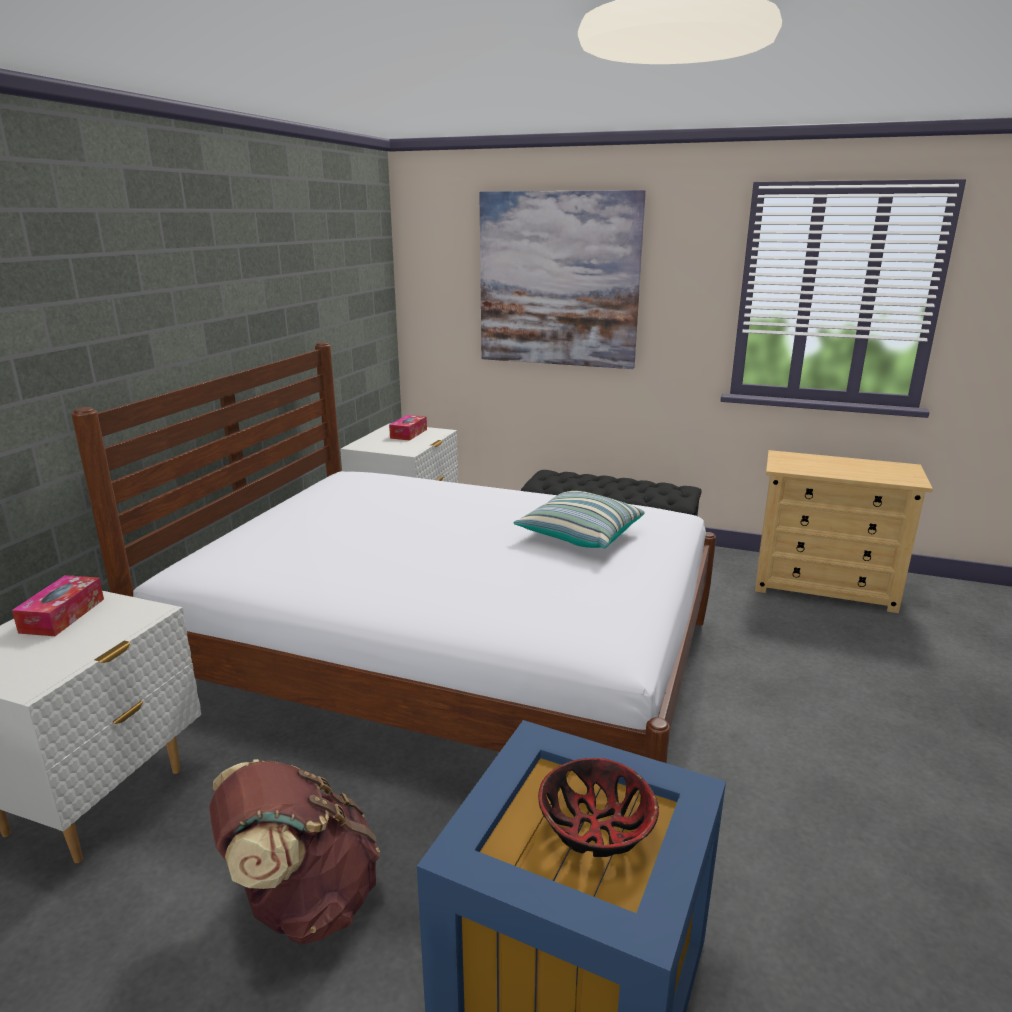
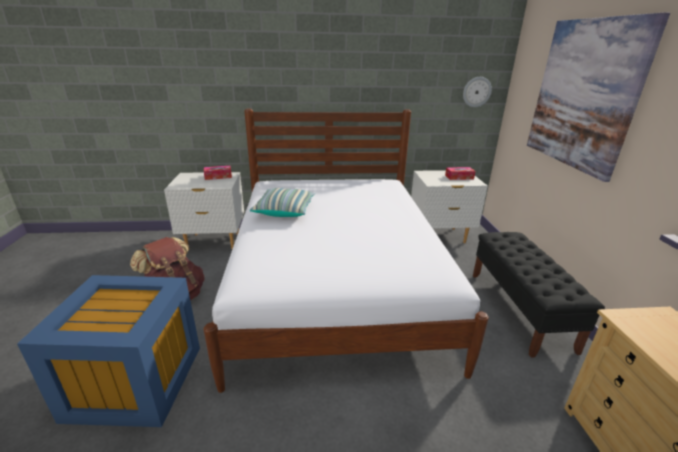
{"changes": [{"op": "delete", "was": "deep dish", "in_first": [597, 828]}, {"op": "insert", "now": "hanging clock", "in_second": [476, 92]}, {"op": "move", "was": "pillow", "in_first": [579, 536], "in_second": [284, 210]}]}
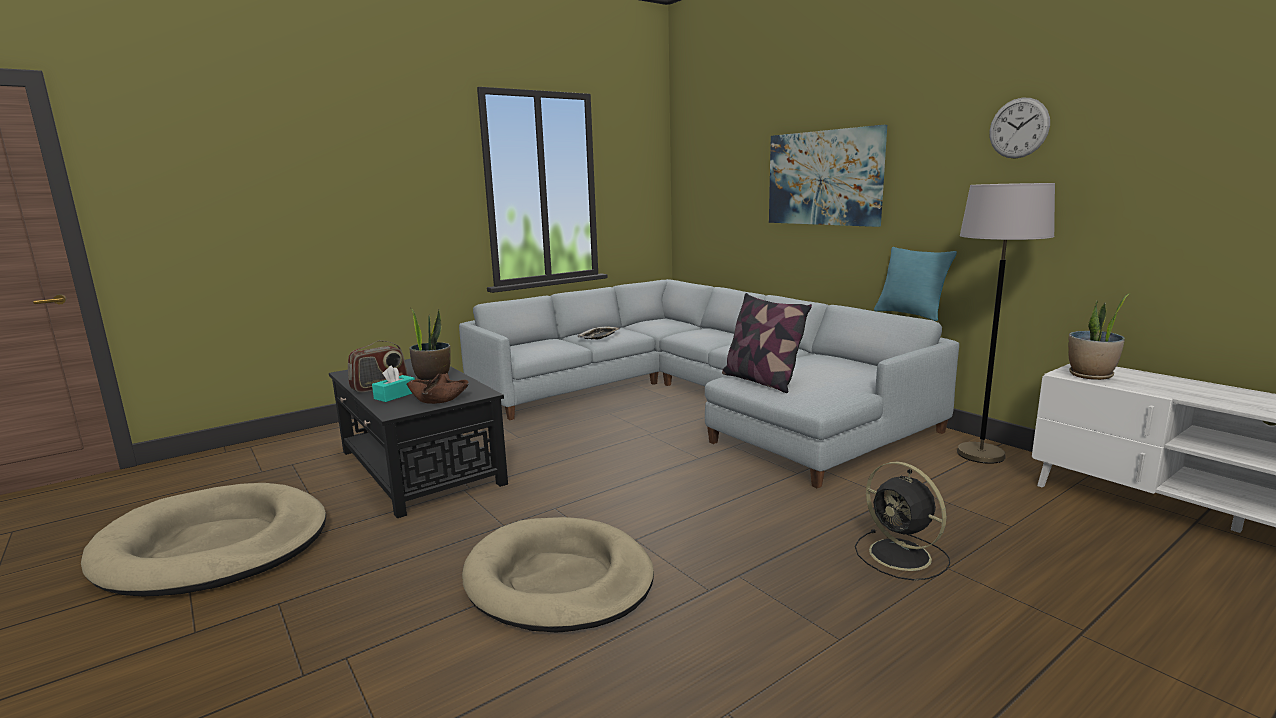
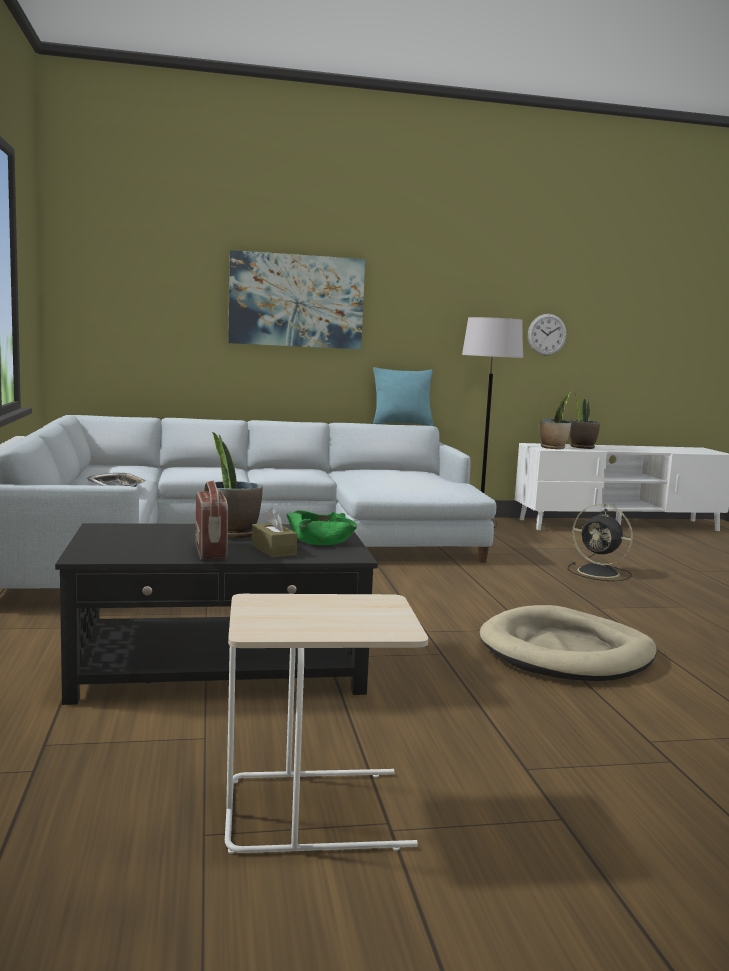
{"changes": [{"op": "delete", "was": "pillow", "in_first": [761, 381]}, {"op": "insert", "now": "potted plant", "in_second": [582, 447]}, {"op": "move", "was": "hanging clock", "in_first": [1018, 128], "in_second": [547, 334]}, {"op": "replace", "was": "beige dog bed", "now": "beige side table", "in_first": [215, 546], "in_second": [319, 810]}, {"op": "recolor", "was": "turquoise tissue box", "now": "brown tissue box", "in_first": [395, 395], "in_second": [273, 550]}, {"op": "recolor", "was": "brown deep dish", "now": "green-coloured deep dish", "in_first": [439, 398], "in_second": [321, 539]}, {"op": "rotate", "was": "blackish electric fan", "in_first": [902, 556], "in_second": [600, 572], "clockwise": 45}]}
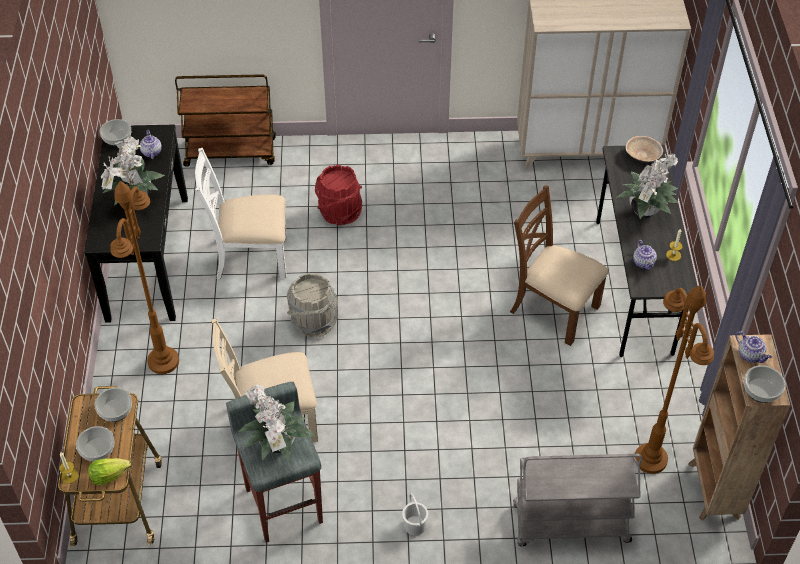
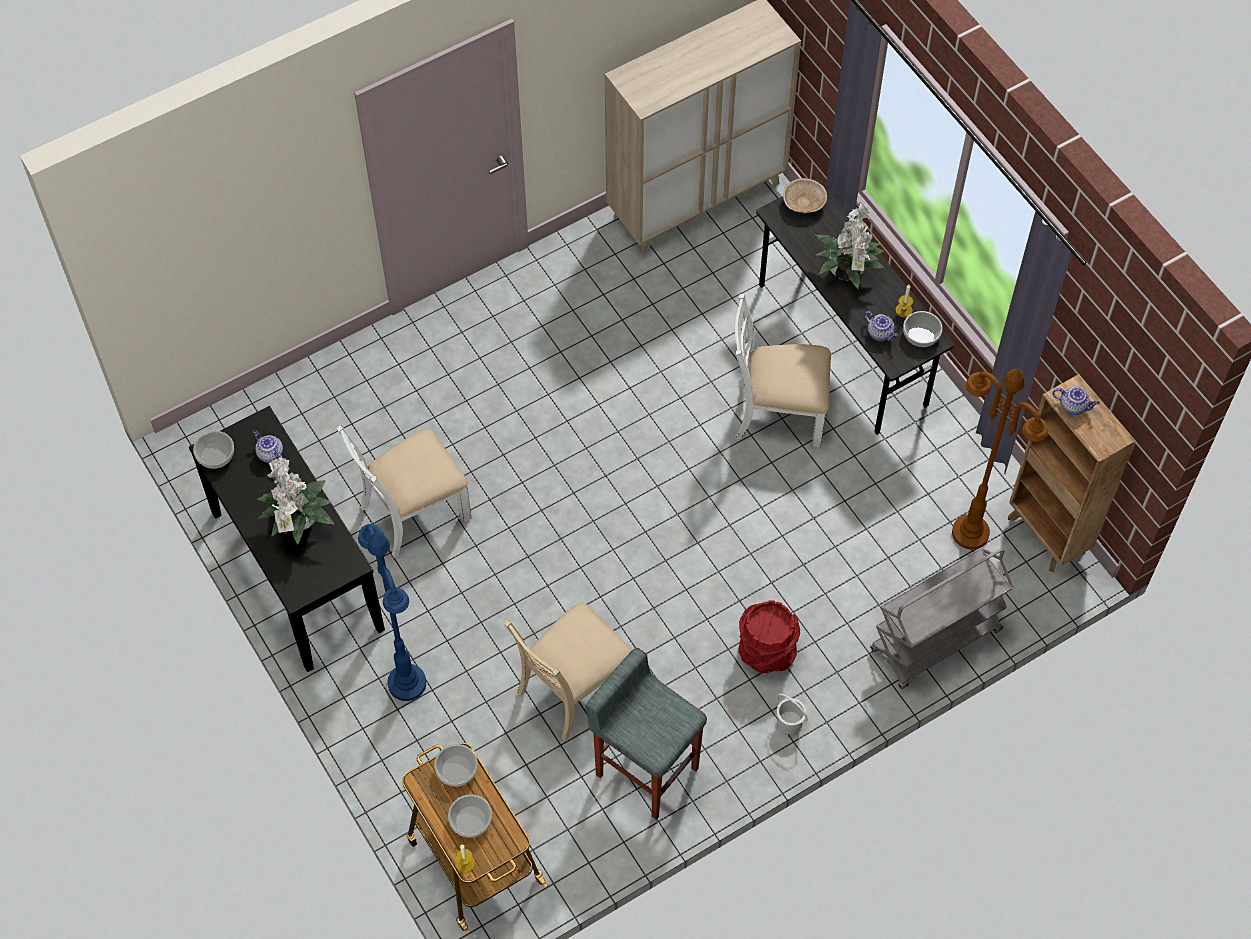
{"changes": [{"op": "delete", "was": "head of lettuce", "in_first": [109, 476]}, {"op": "delete", "was": "brown cart", "in_first": [231, 152]}, {"op": "delete", "was": "potted plant", "in_first": [277, 447]}, {"op": "delete", "was": "greyish bucket", "in_first": [313, 322]}, {"op": "move", "was": "red-coloured bucket", "in_first": [339, 212], "in_second": [766, 652]}, {"op": "move", "was": "deep dish", "in_first": [761, 390], "in_second": [921, 335]}, {"op": "recolor", "was": "brown standing lamp", "now": "blue standing lamp", "in_first": [163, 361], "in_second": [406, 683]}, {"op": "recolor", "was": "brown chair", "now": "whitish chair", "in_first": [553, 308], "in_second": [777, 412]}]}
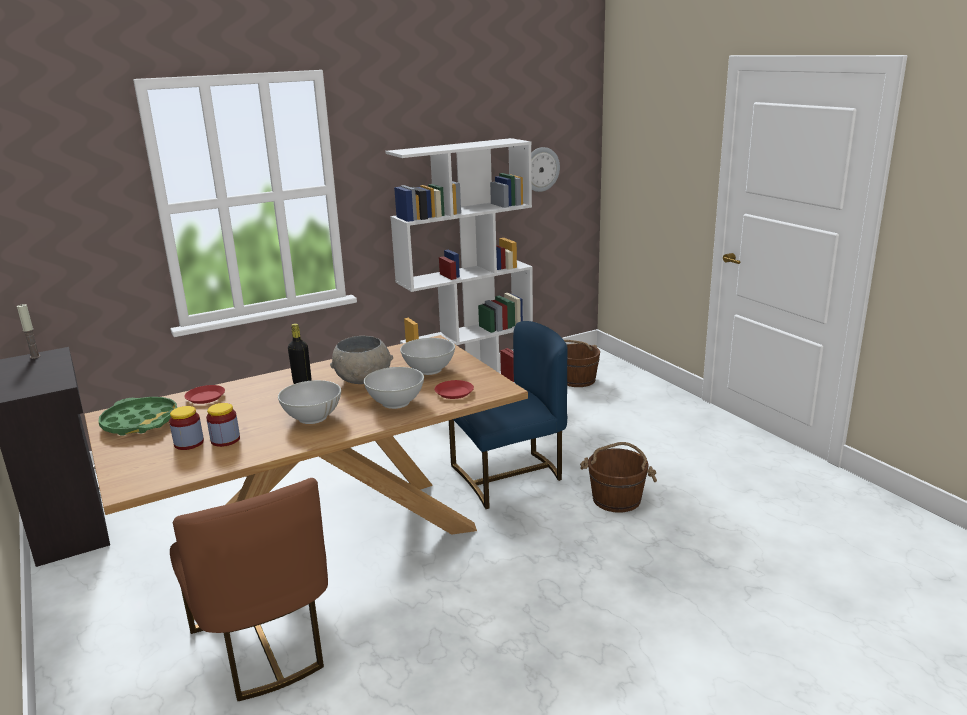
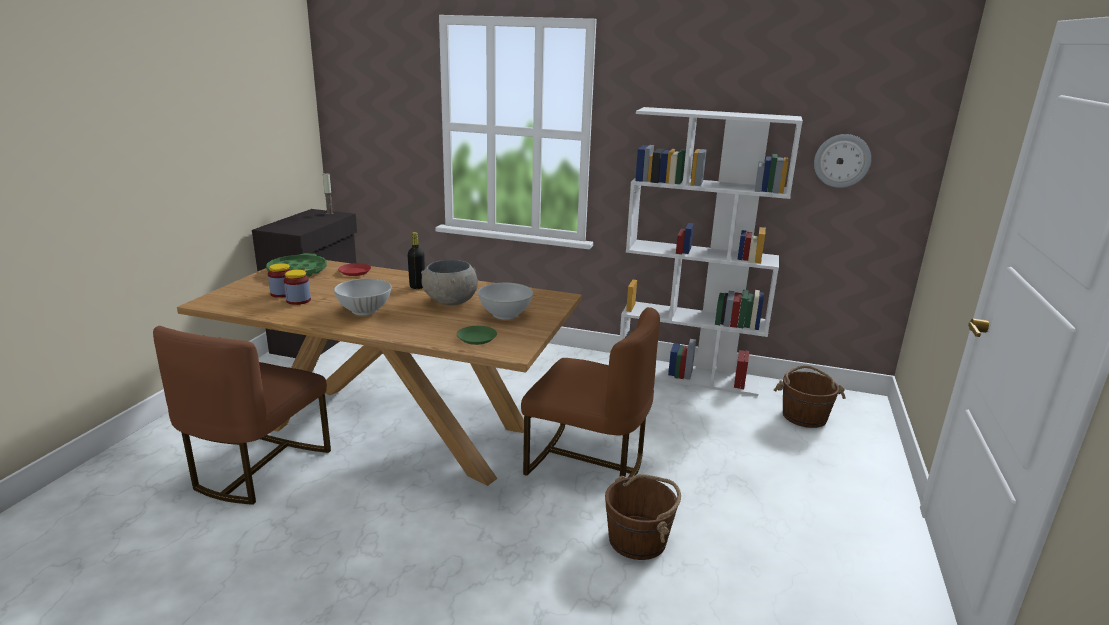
{"changes": [{"op": "delete", "was": "whitish deep dish", "in_first": [395, 403]}, {"op": "recolor", "was": "red-coloured dinner plate", "now": "green-coloured dinner plate", "in_first": [454, 392], "in_second": [476, 338]}, {"op": "recolor", "was": "blue chair", "now": "brown chair", "in_first": [509, 476], "in_second": [587, 461]}]}
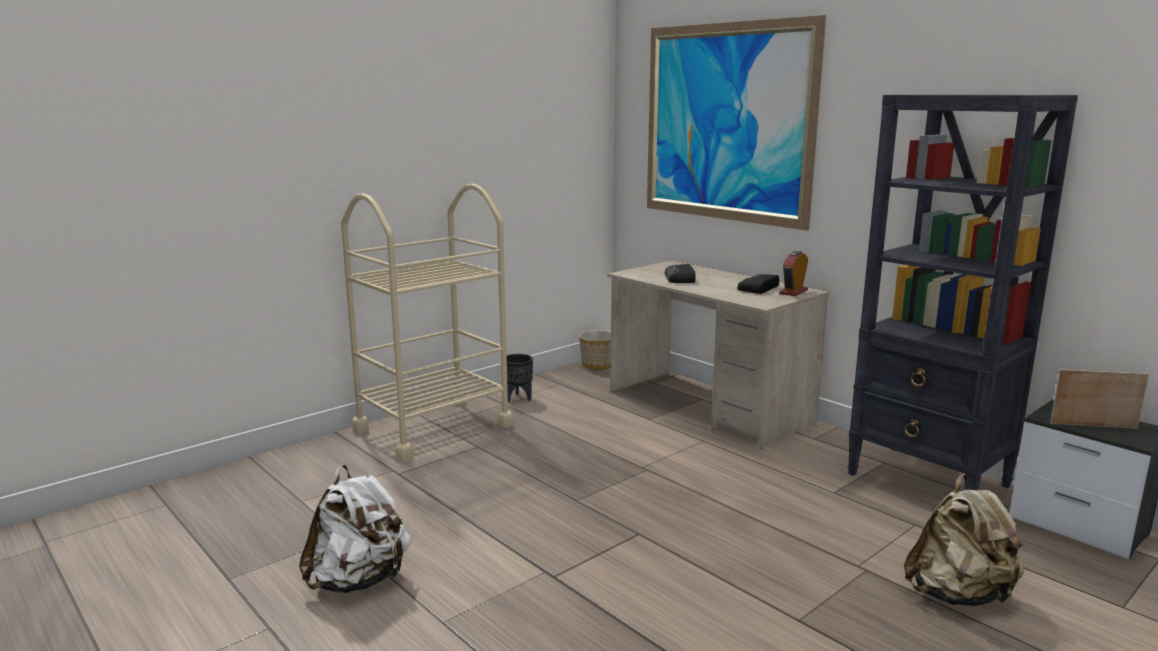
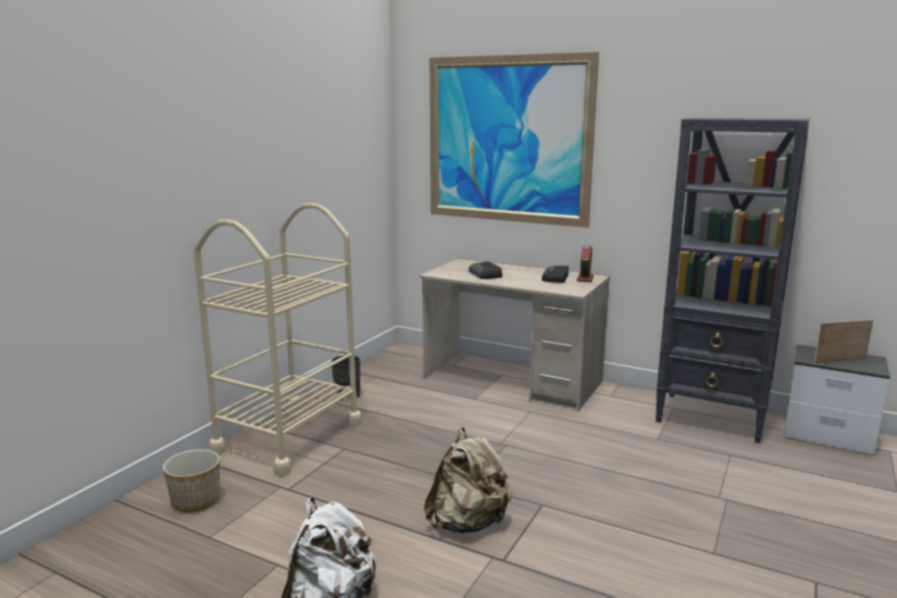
{"changes": [{"op": "move", "was": "flower pot", "in_first": [597, 364], "in_second": [196, 500]}, {"op": "move", "was": "beige knapsack", "in_first": [958, 595], "in_second": [468, 523]}]}
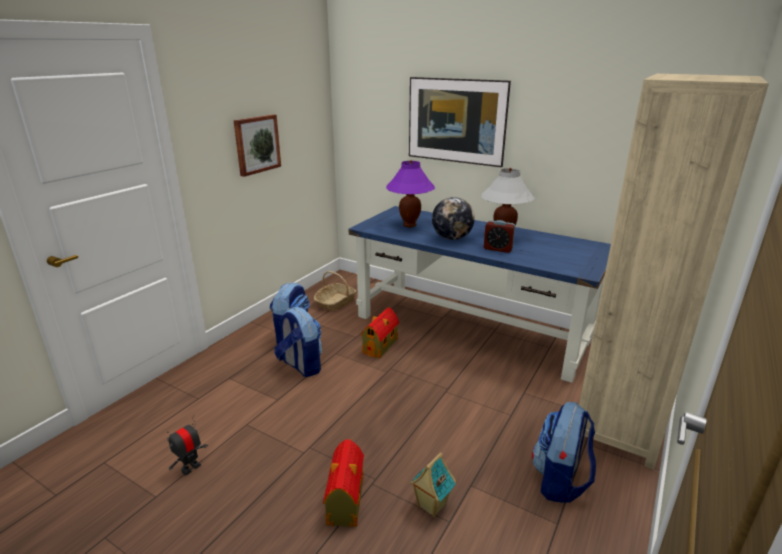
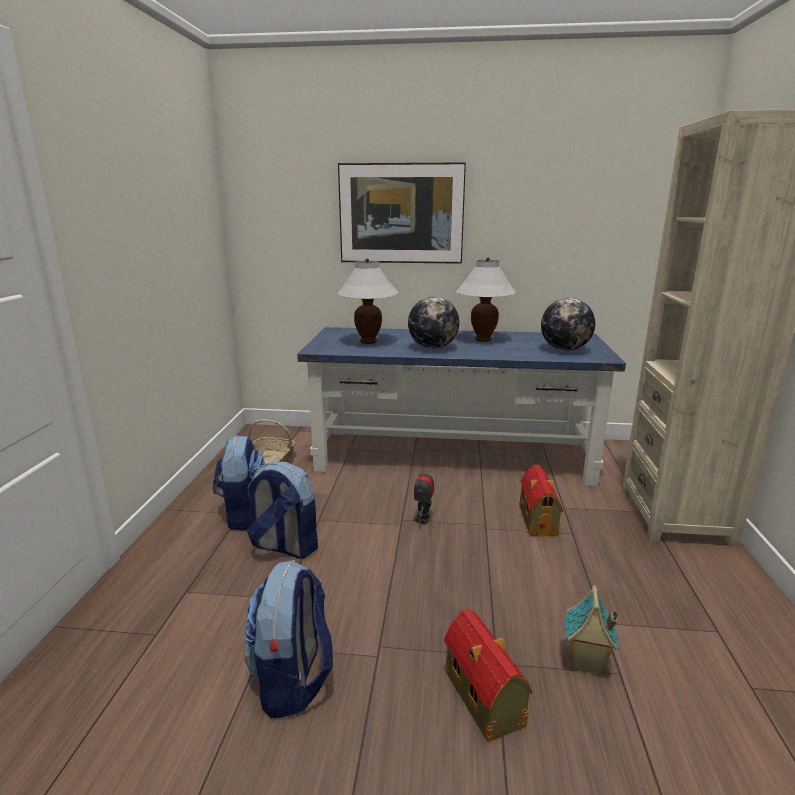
{"changes": [{"op": "delete", "was": "wall picture", "in_first": [256, 144]}, {"op": "delete", "was": "bedside clock", "in_first": [498, 249]}, {"op": "insert", "now": "globe", "in_second": [564, 349]}, {"op": "move", "was": "toy robot", "in_first": [190, 468], "in_second": [423, 519]}, {"op": "move", "was": "toy house", "in_first": [381, 345], "in_second": [537, 519]}, {"op": "move", "was": "knapsack", "in_first": [560, 481], "in_second": [293, 680]}, {"op": "recolor", "was": "purple-coloured tabletop lamp", "now": "whitish tabletop lamp", "in_first": [409, 225], "in_second": [368, 342]}]}
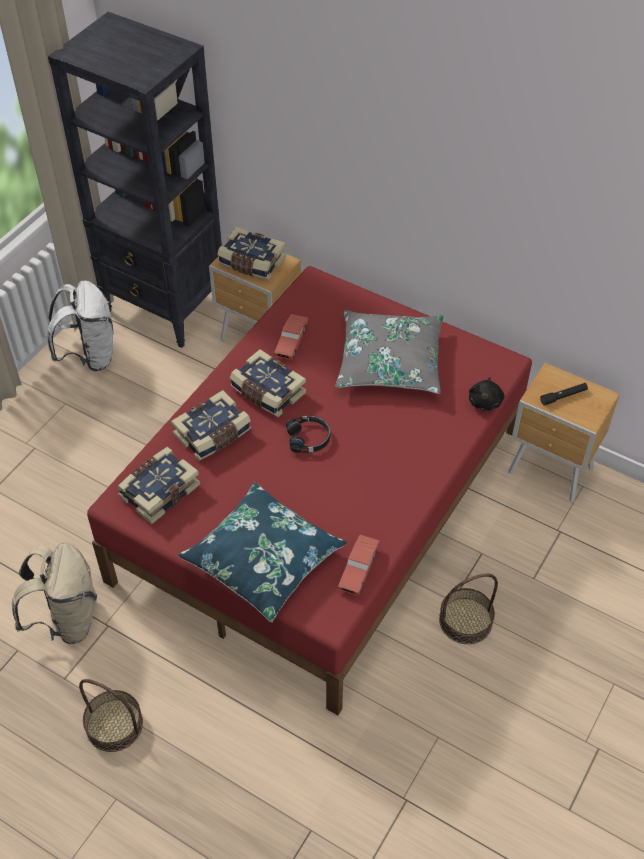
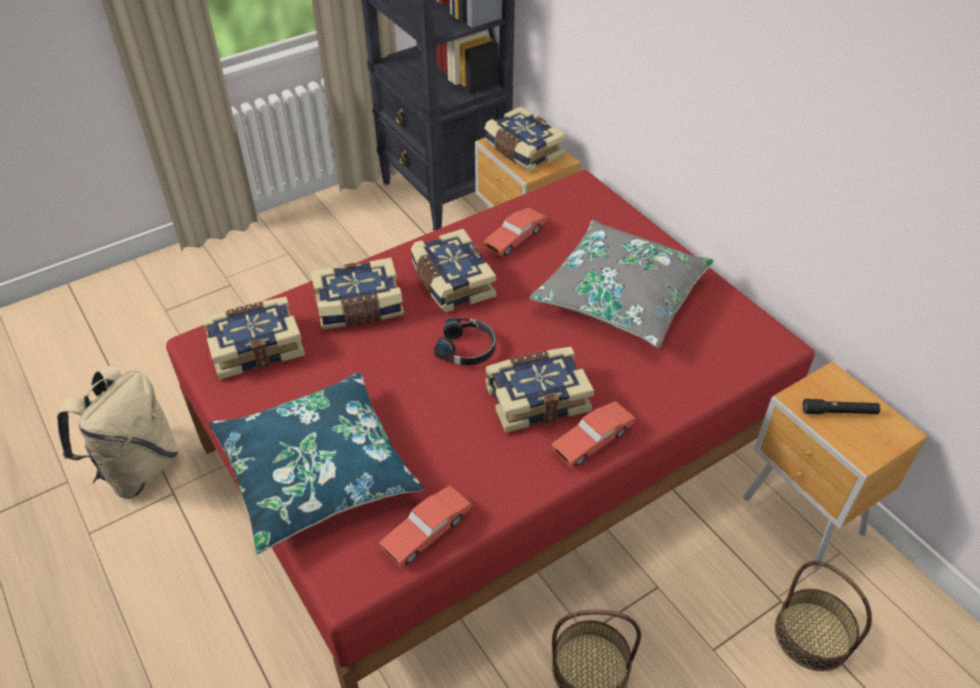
{"changes": [{"op": "delete", "was": "whitish knapsack", "in_first": [89, 356]}, {"op": "delete", "was": "blackish cuddly toy", "in_first": [485, 401]}, {"op": "insert", "now": "book", "in_second": [536, 397]}, {"op": "insert", "now": "red-coloured model car", "in_second": [592, 440]}, {"op": "move", "was": "household basket", "in_first": [114, 724], "in_second": [813, 635]}]}
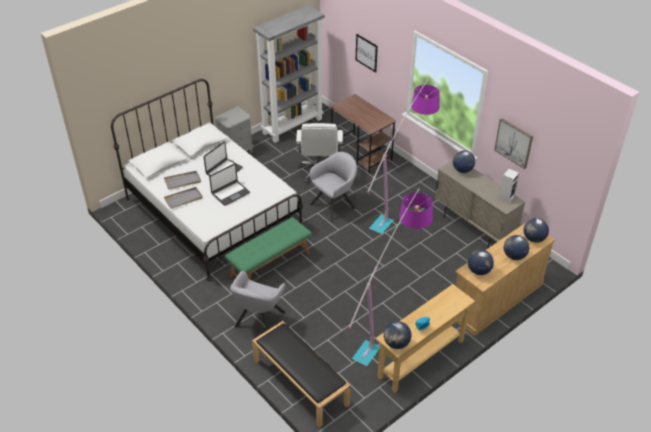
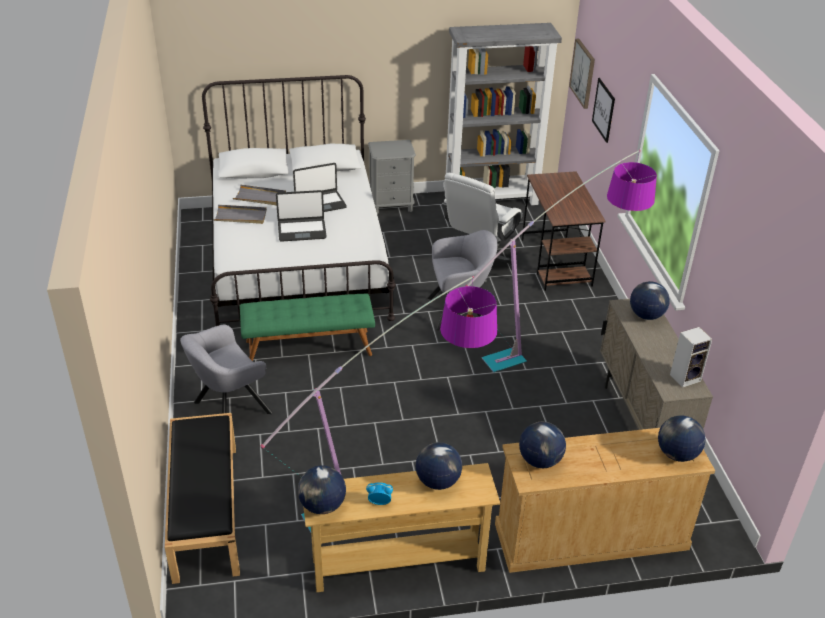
{"changes": [{"op": "move", "was": "wall picture", "in_first": [514, 143], "in_second": [583, 73]}, {"op": "move", "was": "globe", "in_first": [514, 256], "in_second": [438, 481]}]}
